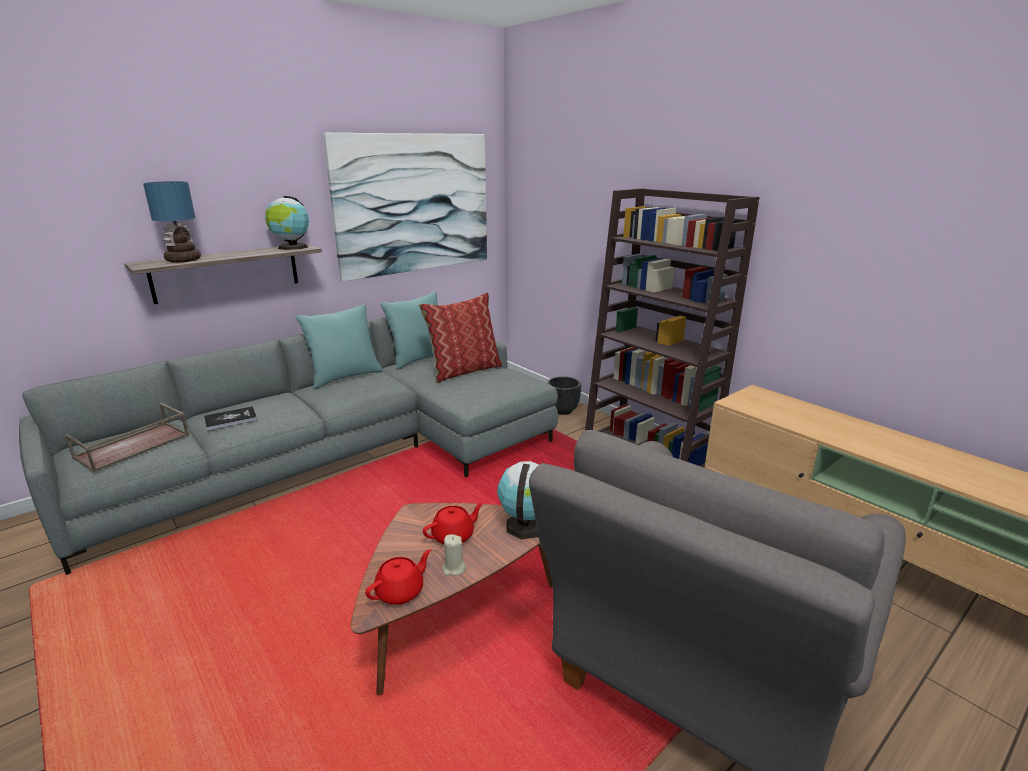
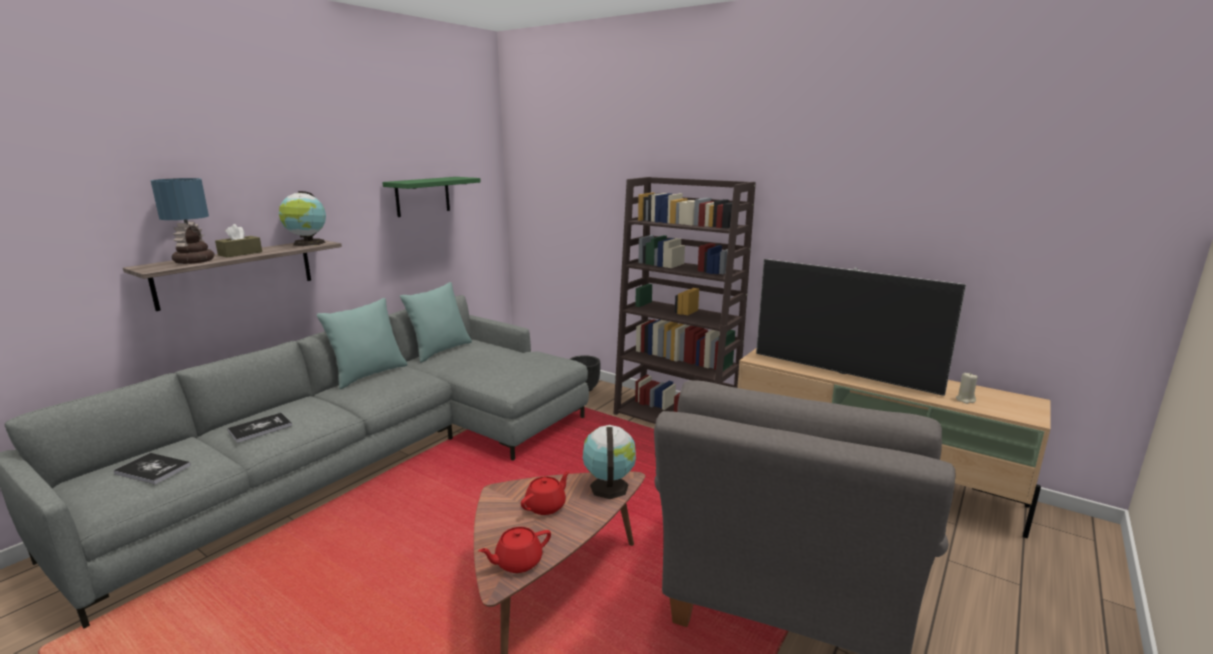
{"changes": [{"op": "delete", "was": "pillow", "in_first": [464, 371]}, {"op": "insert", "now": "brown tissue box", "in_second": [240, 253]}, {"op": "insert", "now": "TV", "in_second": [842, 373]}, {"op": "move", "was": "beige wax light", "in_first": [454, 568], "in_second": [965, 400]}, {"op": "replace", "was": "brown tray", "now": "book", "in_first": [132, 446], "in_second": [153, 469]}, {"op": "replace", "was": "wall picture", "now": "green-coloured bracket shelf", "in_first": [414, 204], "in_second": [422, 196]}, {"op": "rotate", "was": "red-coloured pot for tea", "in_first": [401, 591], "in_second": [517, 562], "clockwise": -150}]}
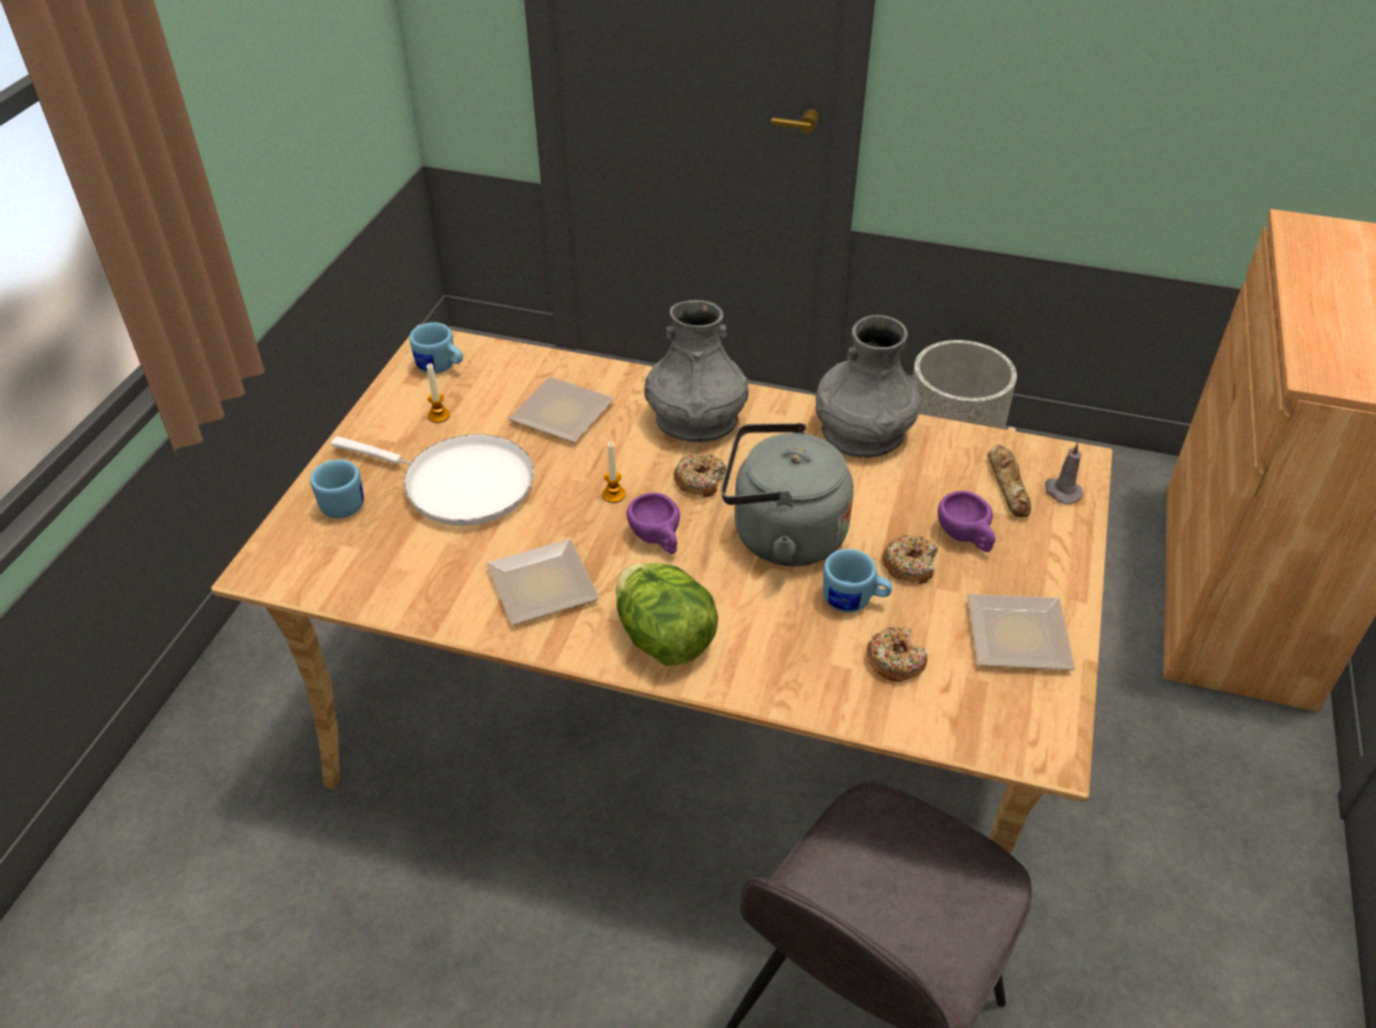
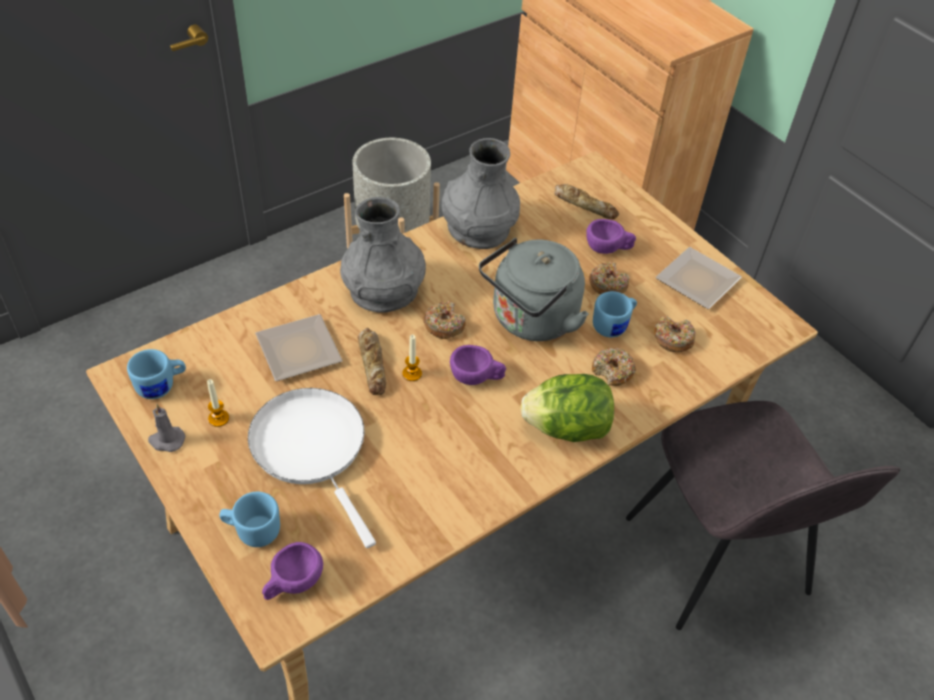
{"changes": [{"op": "delete", "was": "dinner plate", "in_first": [540, 589]}, {"op": "insert", "now": "purple-coloured drinking cup", "in_second": [292, 584]}, {"op": "insert", "now": "bakery bread", "in_second": [373, 364]}, {"op": "insert", "now": "doughnut", "in_second": [612, 371]}, {"op": "move", "was": "greyish wax light", "in_first": [1061, 492], "in_second": [166, 440]}, {"op": "rotate", "was": "whitish frying pan", "in_first": [460, 484], "in_second": [312, 448], "clockwise": -90}]}
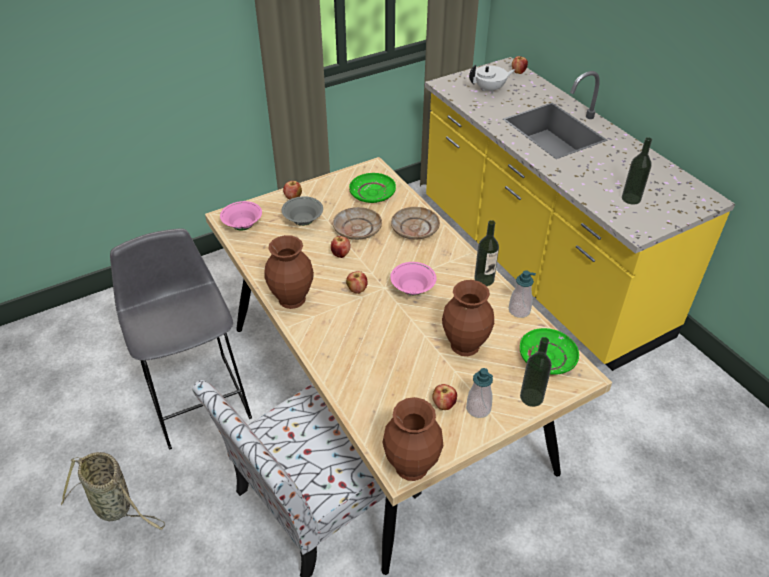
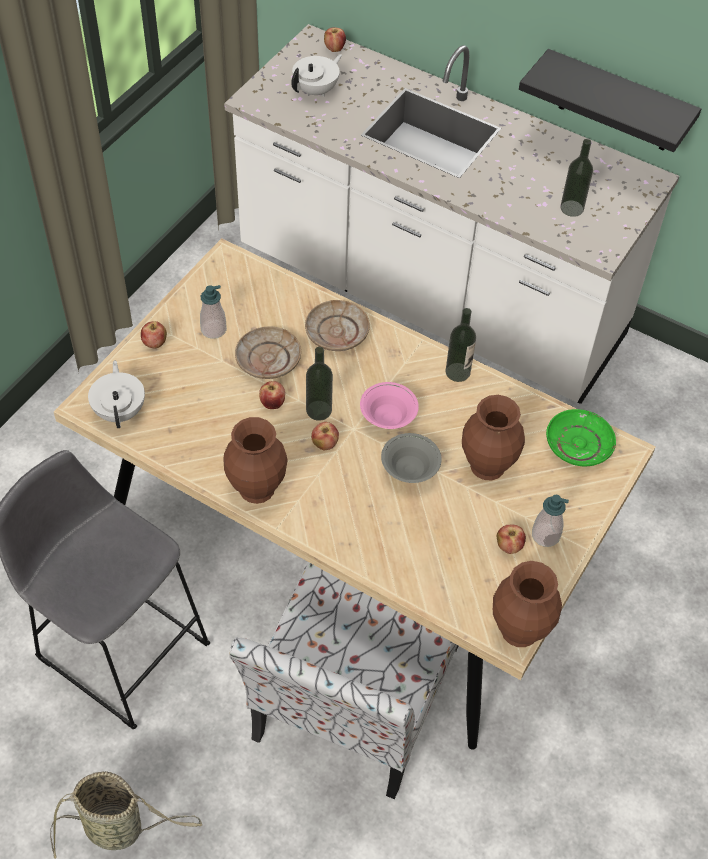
{"changes": [{"op": "delete", "was": "green-coloured dinner plate", "in_first": [372, 193]}, {"op": "insert", "now": "blackish bracket shelf", "in_second": [617, 103]}, {"op": "move", "was": "greyish deep dish", "in_first": [303, 221], "in_second": [409, 470]}, {"op": "move", "was": "liquid soap bottle", "in_first": [519, 310], "in_second": [213, 329]}, {"op": "move", "was": "beverage bottle", "in_first": [531, 397], "in_second": [319, 410]}, {"op": "replace", "was": "pink deep dish", "now": "whitish pot for tea", "in_first": [243, 226], "in_second": [120, 411]}, {"op": "recolor", "was": "yellow kitchen counter", "now": "whitish kitchen counter", "in_first": [537, 267], "in_second": [429, 297]}]}
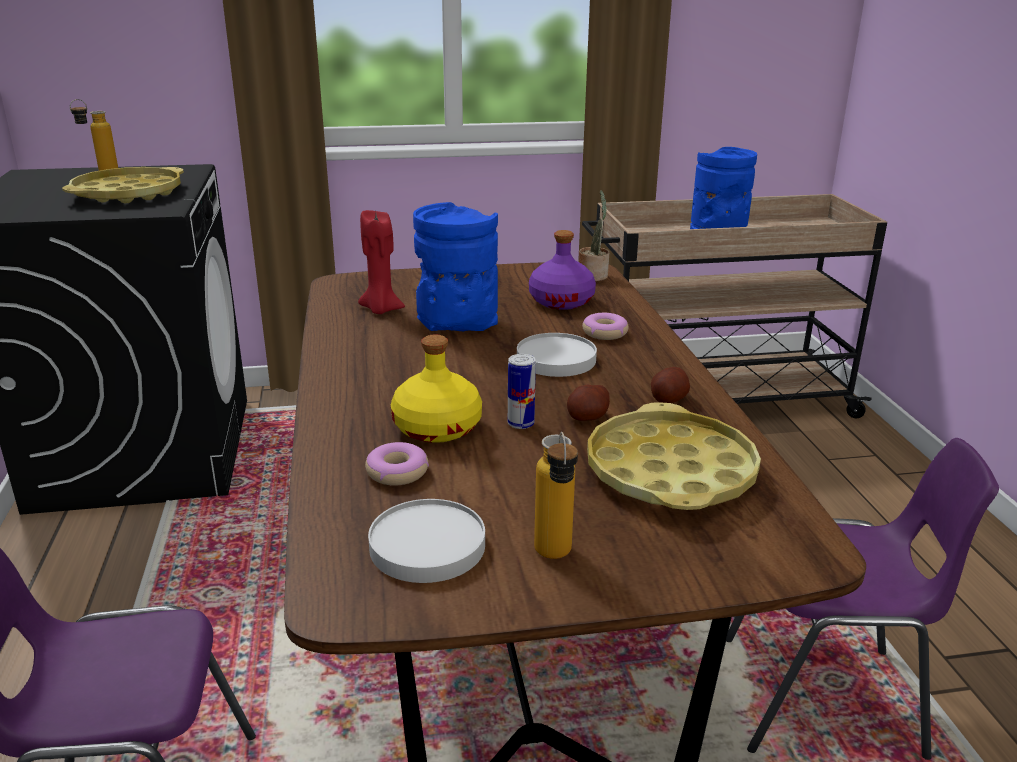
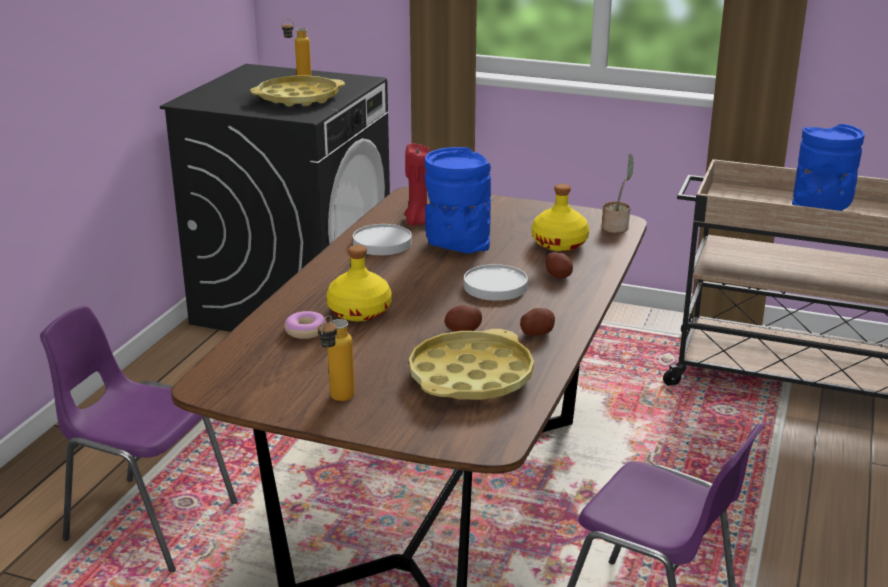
{"changes": [{"op": "delete", "was": "can", "in_first": [520, 424]}, {"op": "move", "was": "whitish dinner plate", "in_first": [427, 545], "in_second": [382, 243]}, {"op": "replace", "was": "doughnut", "now": "whole potato", "in_first": [604, 333], "in_second": [558, 275]}, {"op": "recolor", "was": "purple-coloured beverage bottle", "now": "yellow beverage bottle", "in_first": [561, 301], "in_second": [560, 243]}]}
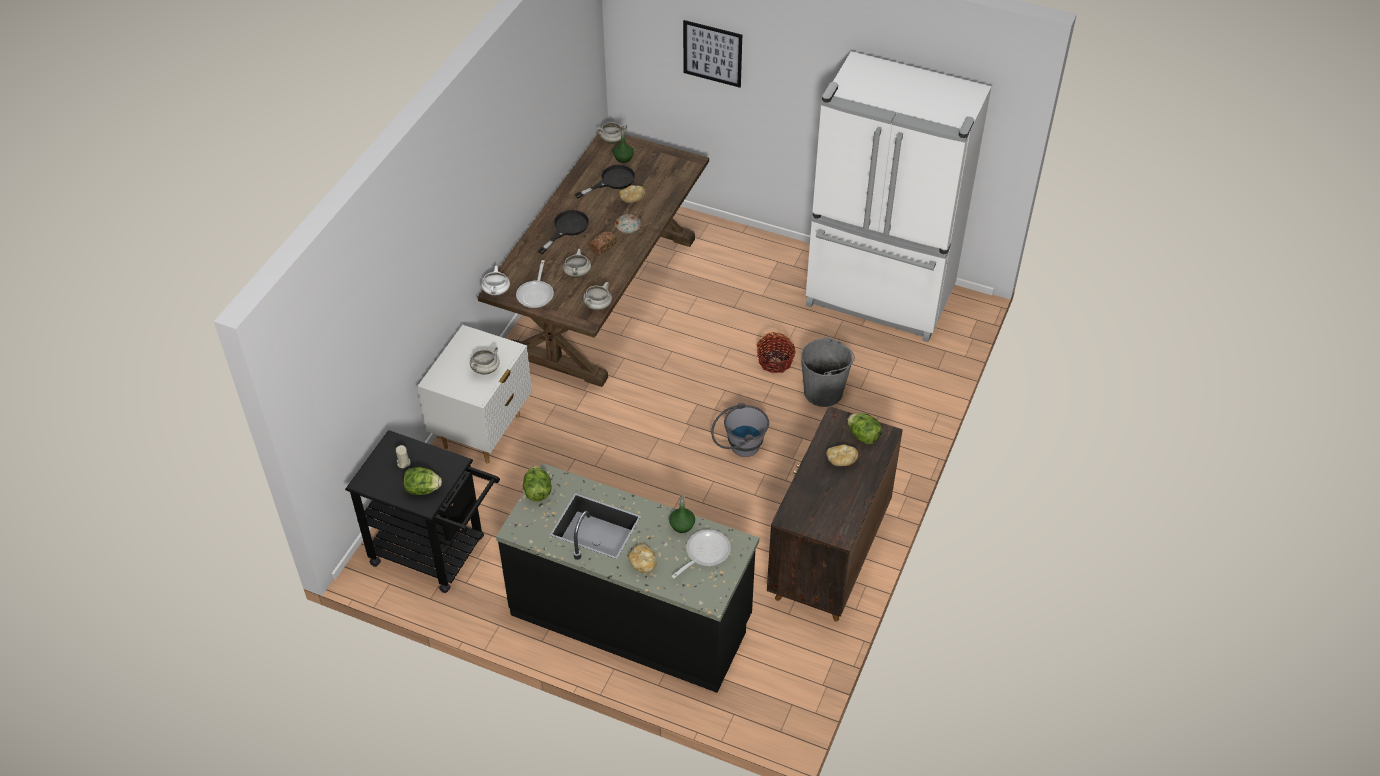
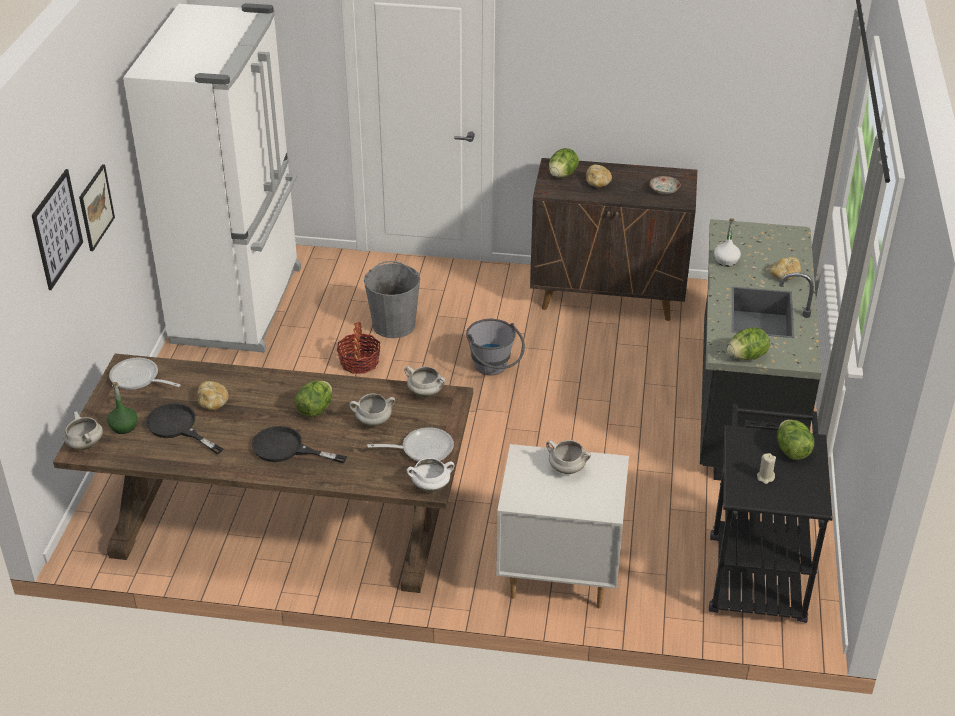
{"changes": [{"op": "insert", "now": "wall picture", "in_second": [96, 207]}, {"op": "move", "was": "dinner plate", "in_first": [628, 228], "in_second": [664, 190]}, {"op": "move", "was": "frying pan", "in_first": [704, 553], "in_second": [138, 379]}, {"op": "replace", "was": "bakery bread", "now": "head of lettuce", "in_first": [603, 247], "in_second": [315, 409]}, {"op": "recolor", "was": "green-coloured beverage bottle", "now": "whitish beverage bottle", "in_first": [682, 525], "in_second": [726, 261]}]}
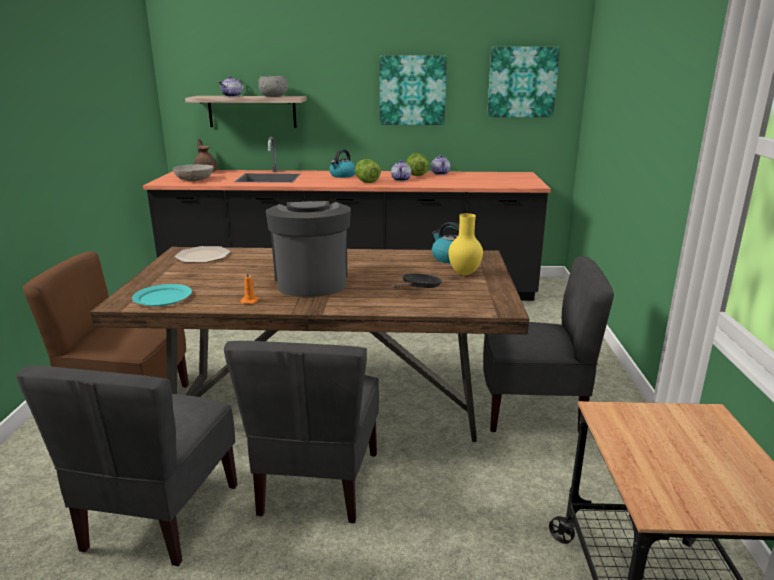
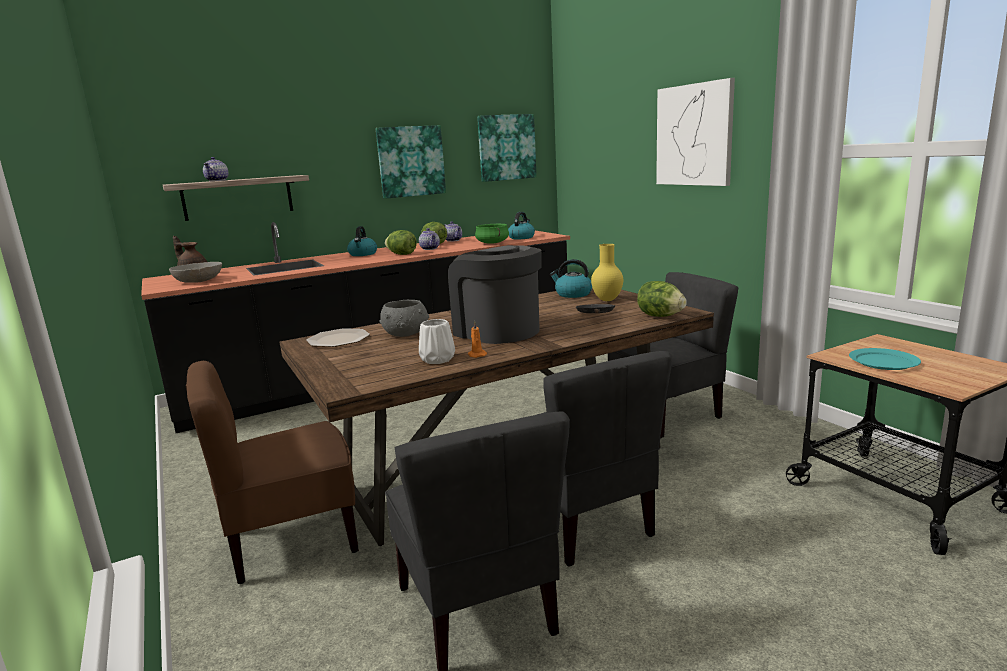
{"changes": [{"op": "insert", "now": "whitish vase", "in_second": [436, 359]}, {"op": "insert", "now": "green-coloured cooking pot", "in_second": [492, 243]}, {"op": "insert", "now": "water kettle", "in_second": [521, 237]}, {"op": "insert", "now": "head of lettuce", "in_second": [660, 316]}, {"op": "insert", "now": "wall picture", "in_second": [694, 135]}, {"op": "move", "was": "turquoise dinner plate", "in_first": [162, 297], "in_second": [883, 362]}, {"op": "move", "was": "greyish deep dish", "in_first": [274, 96], "in_second": [406, 334]}]}
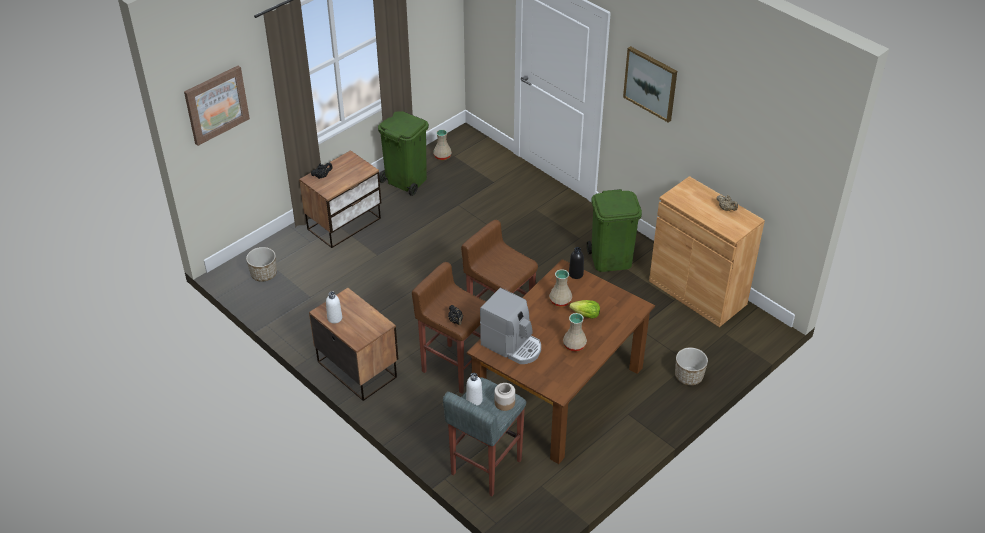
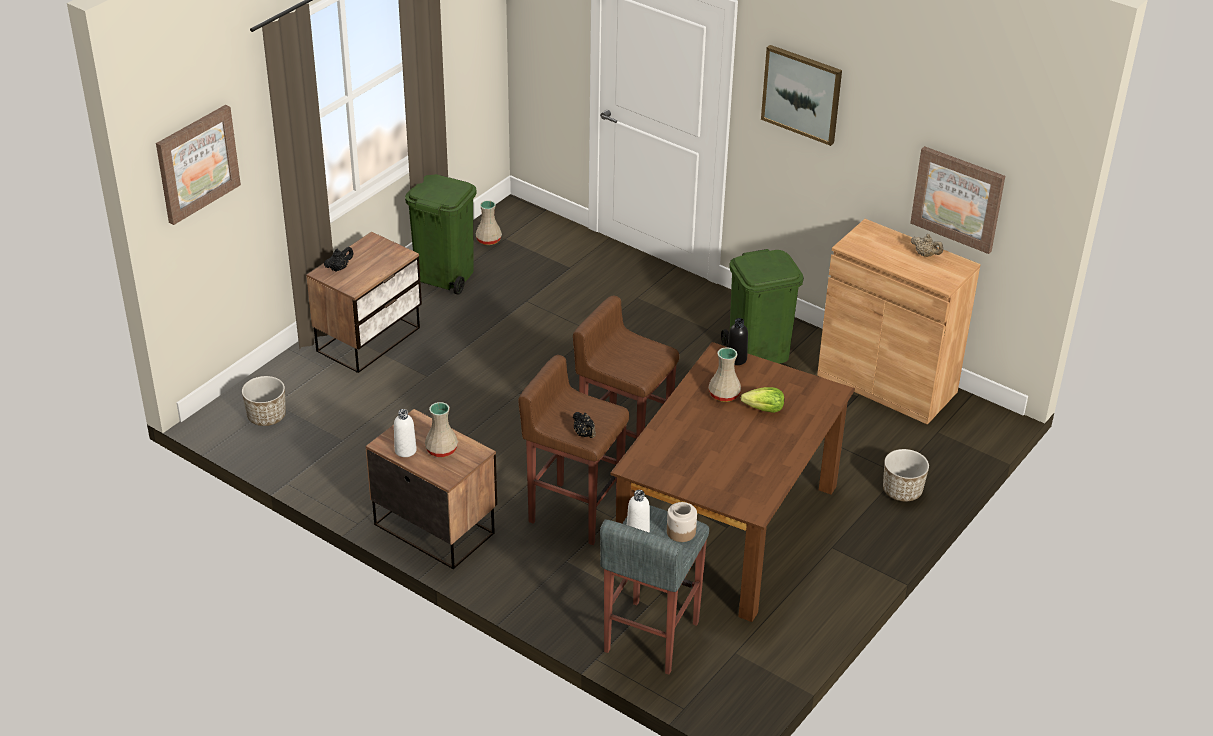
{"changes": [{"op": "delete", "was": "coffee brewer", "in_first": [512, 345]}, {"op": "insert", "now": "wall picture", "in_second": [958, 198]}, {"op": "move", "was": "beige vase", "in_first": [575, 345], "in_second": [442, 449]}]}
